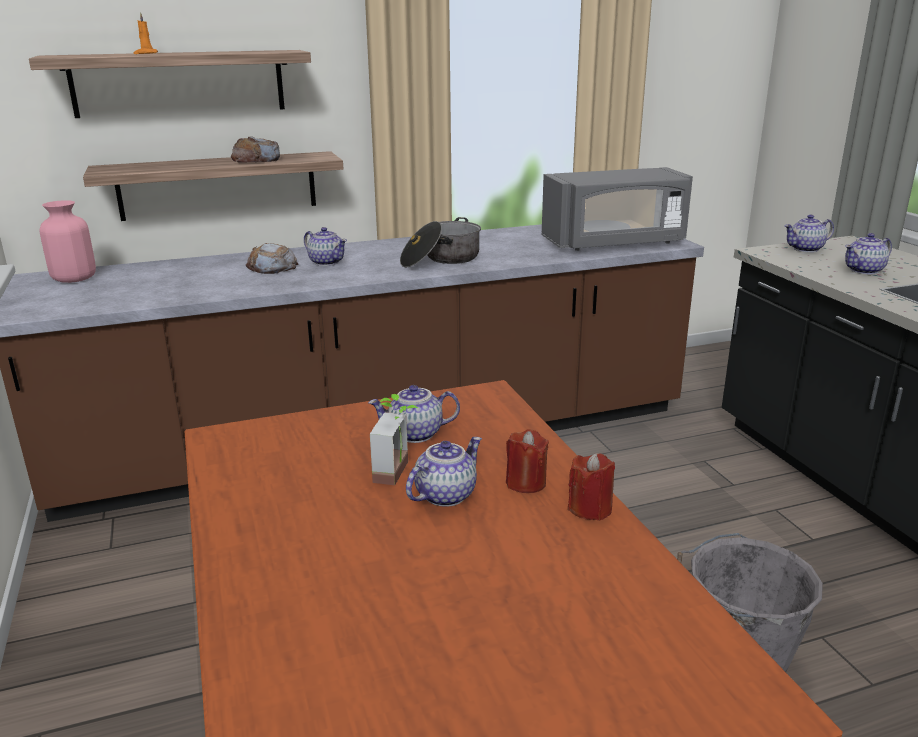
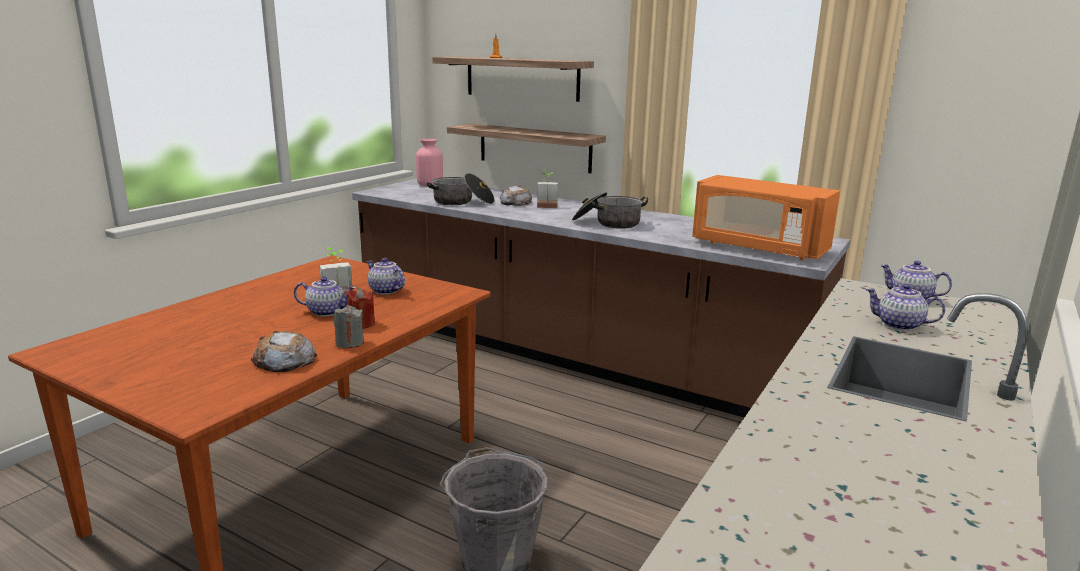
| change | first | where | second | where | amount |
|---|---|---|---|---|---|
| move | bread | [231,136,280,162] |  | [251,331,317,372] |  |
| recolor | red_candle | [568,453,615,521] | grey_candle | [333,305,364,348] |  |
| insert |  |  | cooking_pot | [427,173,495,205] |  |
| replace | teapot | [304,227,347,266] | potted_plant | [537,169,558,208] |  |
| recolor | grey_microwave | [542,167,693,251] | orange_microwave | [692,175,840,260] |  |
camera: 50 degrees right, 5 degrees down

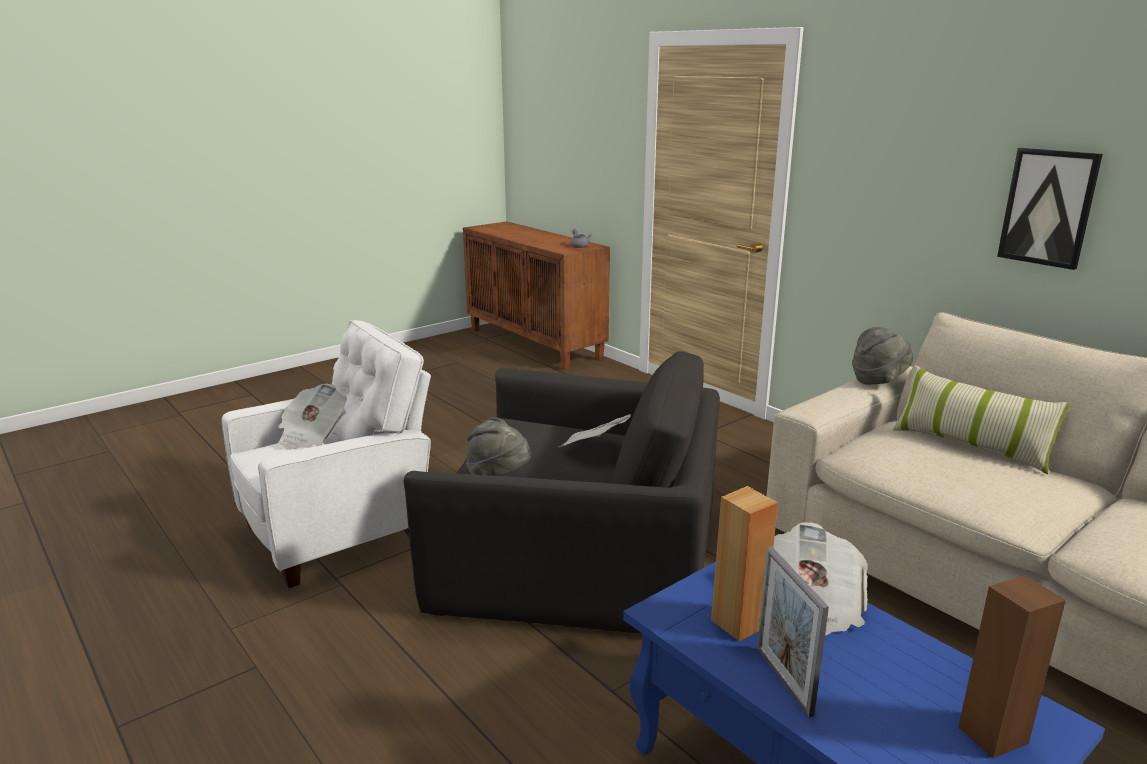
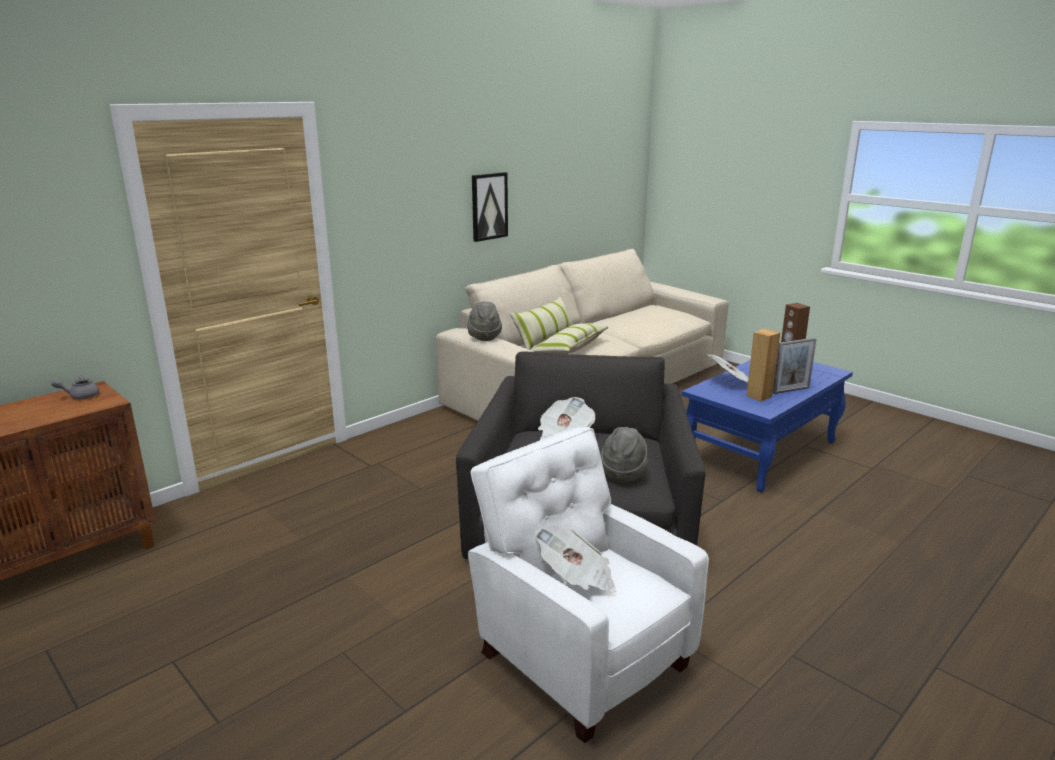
| change | first | where | second | where | amount |
|---|---|---|---|---|---|
| insert |  |  | pillow | [531,323,609,354] |  |
camera: 95 degrees left, 0 degrees up

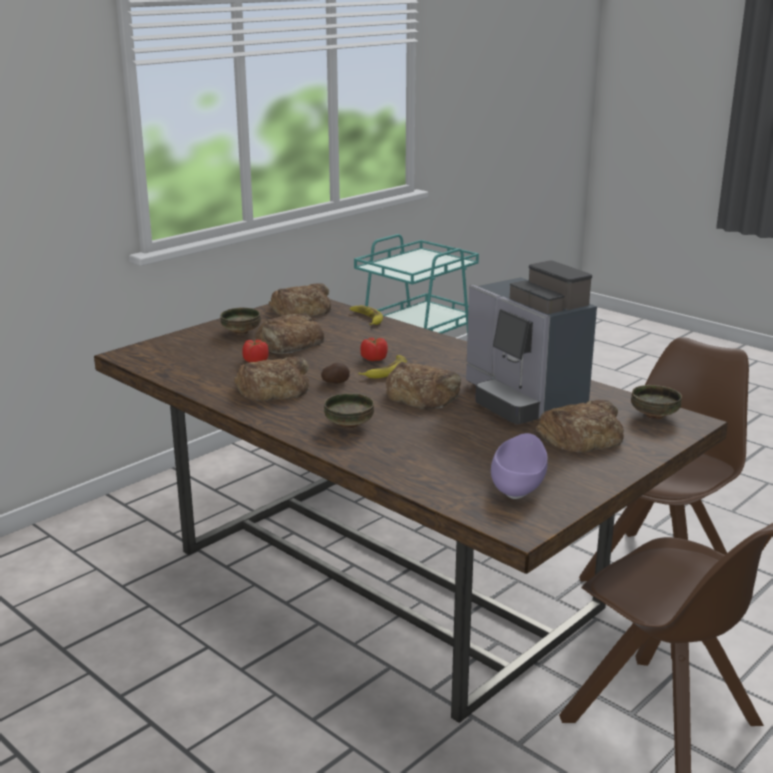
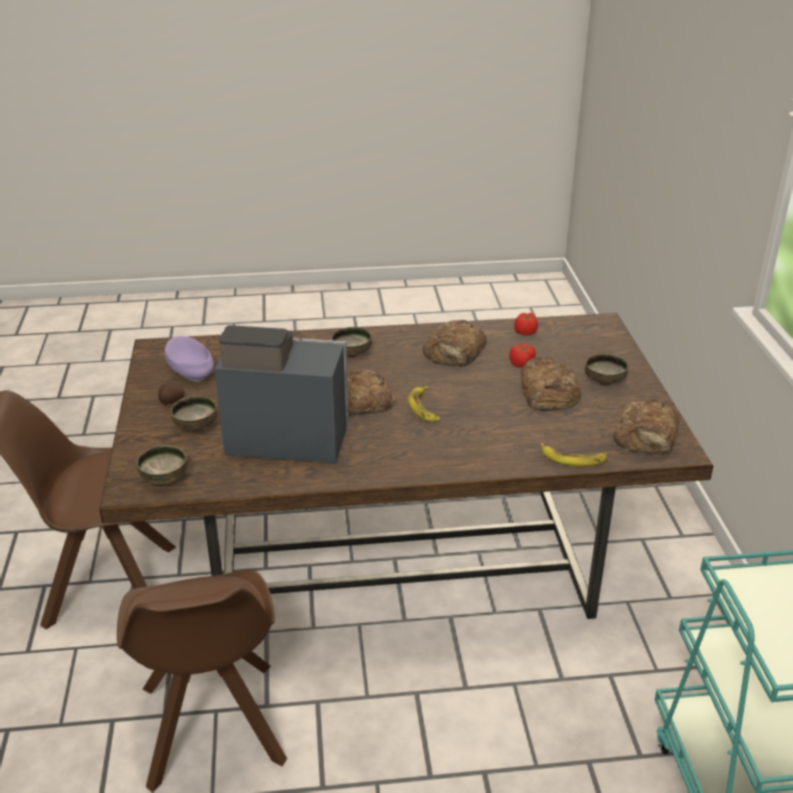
| change | first | where | second | where | amount |
|---|---|---|---|---|---|
| move | potato | [321,363,350,383] |  | [158,383,184,405] |  |
| replace | bread | [536,400,624,453] | bowl | [171,396,217,431] |  |
| move | tomato | [360,337,388,361] |  | [514,313,538,336] |  |
camera: 130 degrees right, 10 degrees up

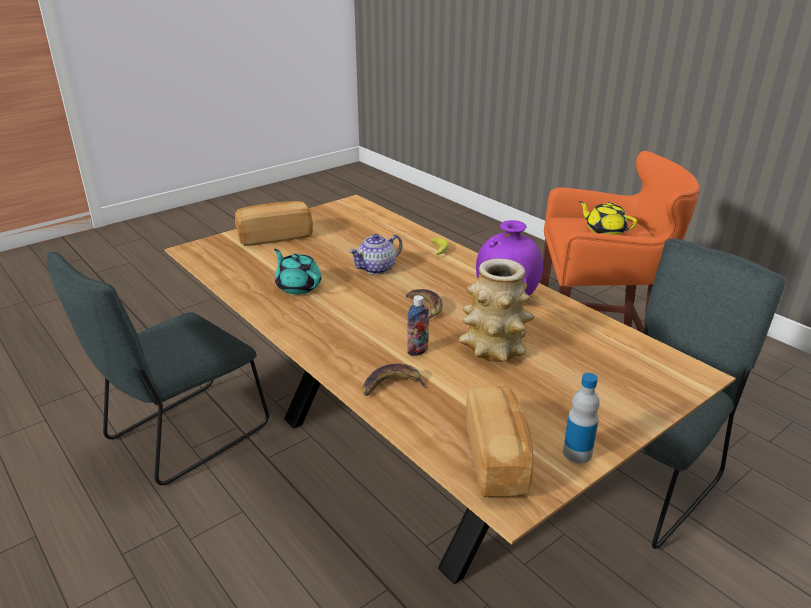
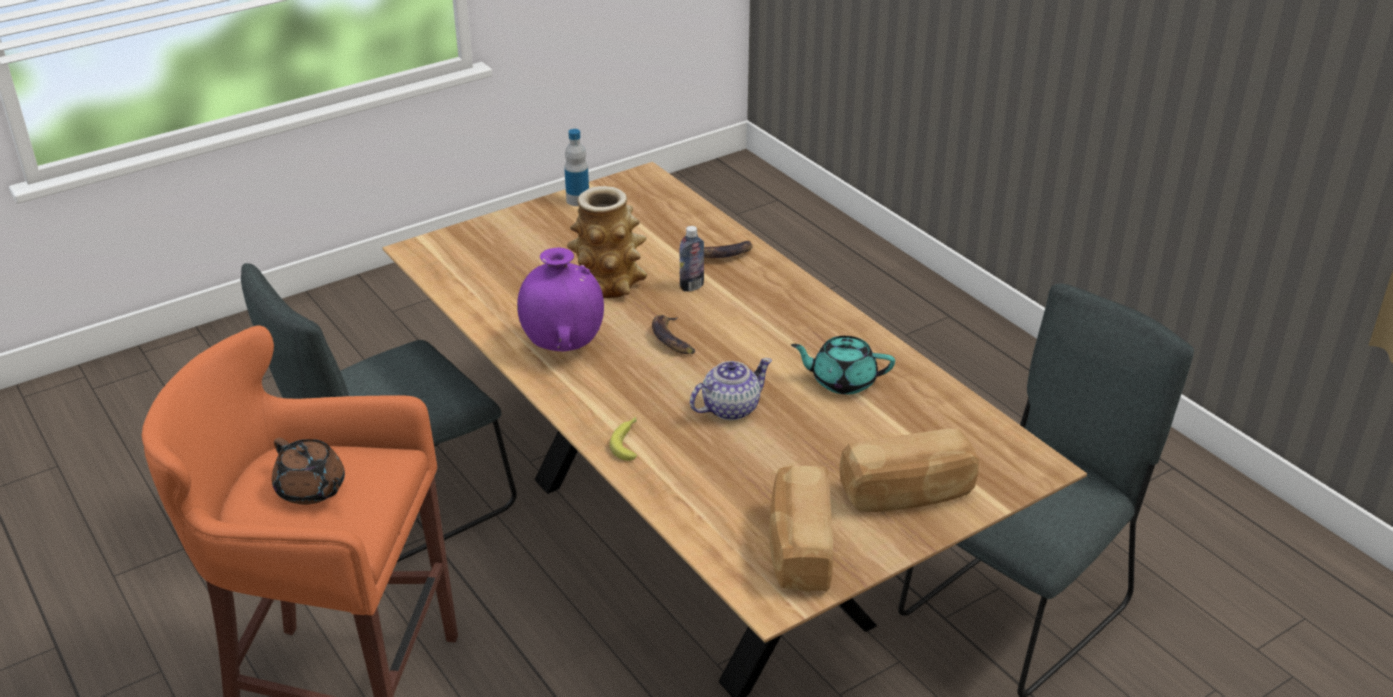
| change | first | where | second | where | amount |
|---|---|---|---|---|---|
| recolor | yellow_teapot | [579,201,637,235] | brown_teapot | [272,438,345,505] |  |
| move | bread | [466,385,533,497] |  | [769,466,833,591] |  |
| rotate | turquoise_teapot | [274,249,321,294] |  | [791,336,895,395] | 135 degrees clockwise |
camera: 175 degrees left, 5 degrees up

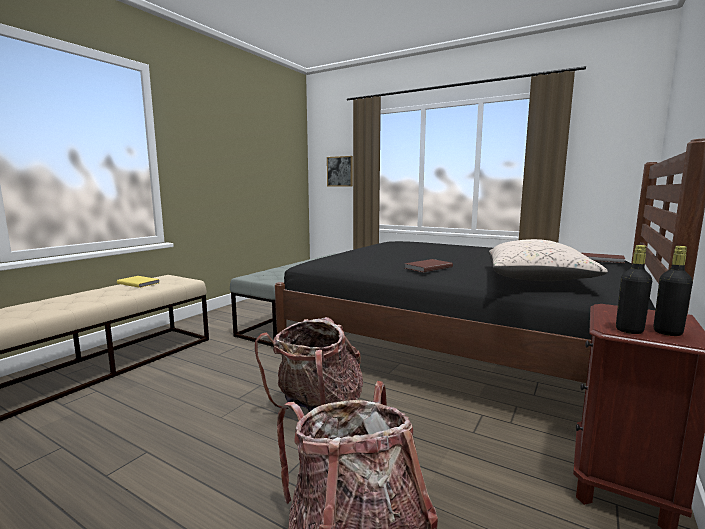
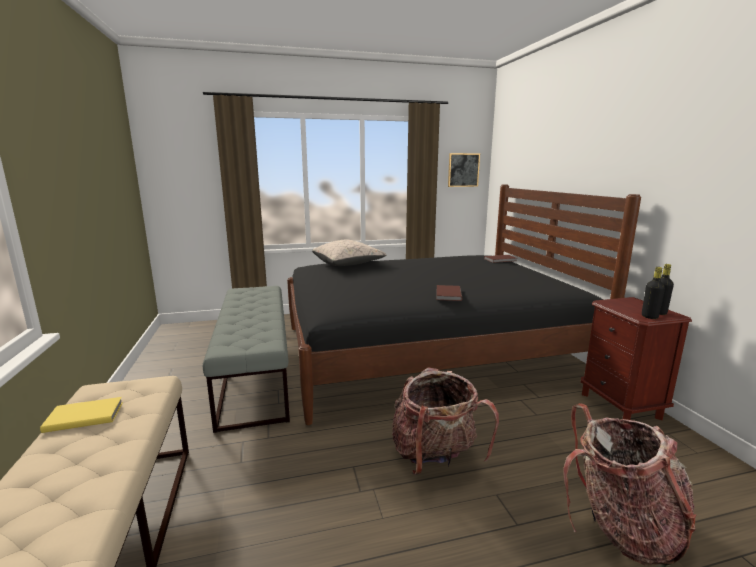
| change | first | where | second | where | amount |
|---|---|---|---|---|---|
| move | beige_pillow | [489,239,608,281] |  | [312,240,386,266] |  |
| move | picture | [327,156,353,187] |  | [448,153,480,187] |  |
camera: 45 degrees left, 5 degrees up

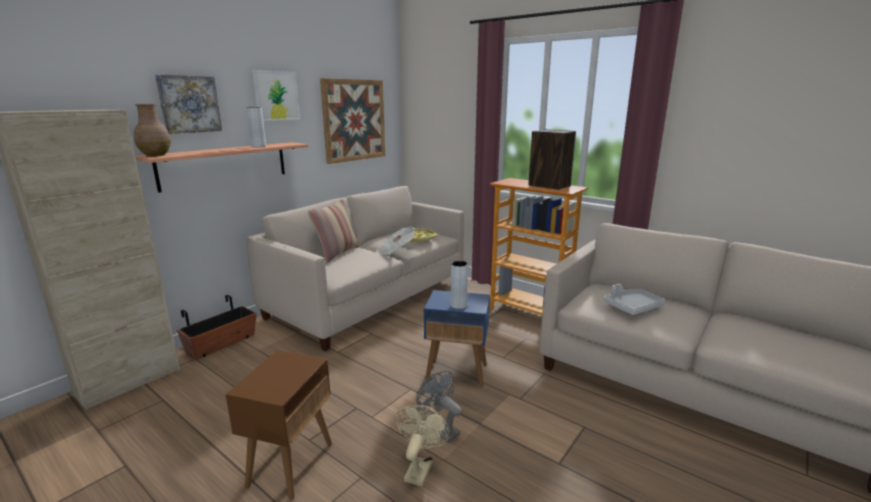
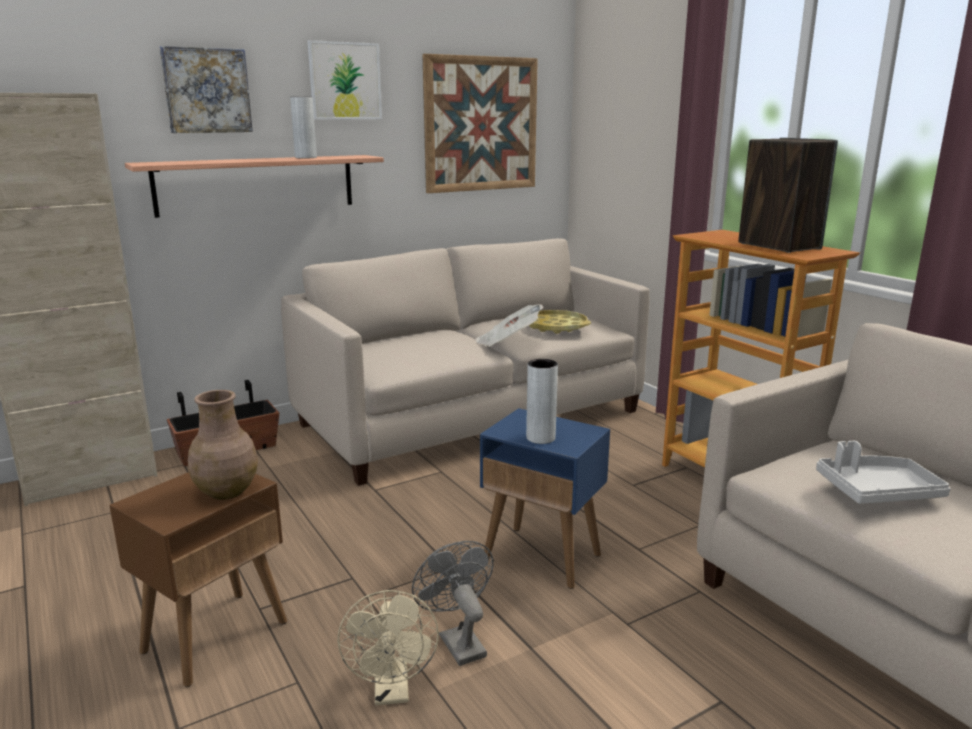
| change | first | where | second | where | amount |
|---|---|---|---|---|---|
| move | brown_vase | [134,104,171,156] |  | [188,390,258,500] |  |
| rotate | beige_fan | [396,405,450,486] |  | [337,590,439,705] | 135 degrees clockwise |
| delete | pillow | [308,199,360,263] |  |  |  |
camera: 20 degrees right, 0 degrees up

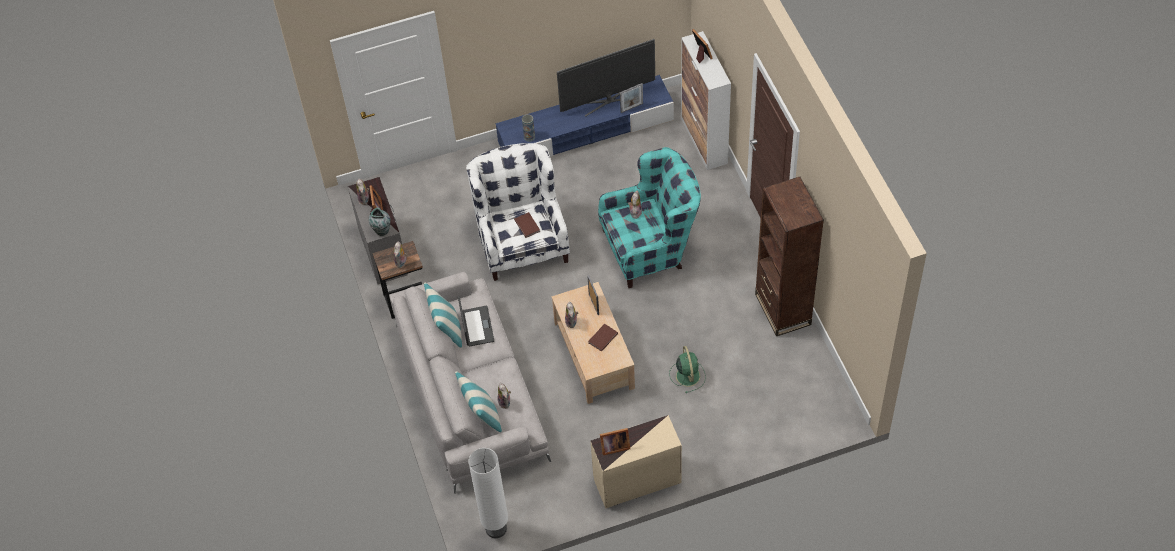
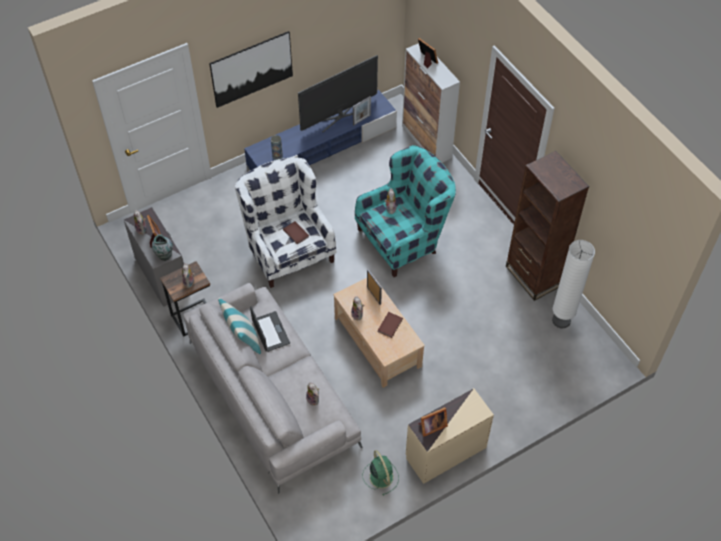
| change | first | where | second | where | amount |
|---|---|---|---|---|---|
| insert |  |  | picture | [209,31,293,108] |  |
| move | green_fan | [669,346,706,393] |  | [362,450,399,496] |  |
| move | white_floor_lamp | [468,448,508,538] |  | [552,240,595,328] |  |
| delete | pillow | [455,371,502,432] |  |  |  |
camera: 15 degrees left, 0 degrees up

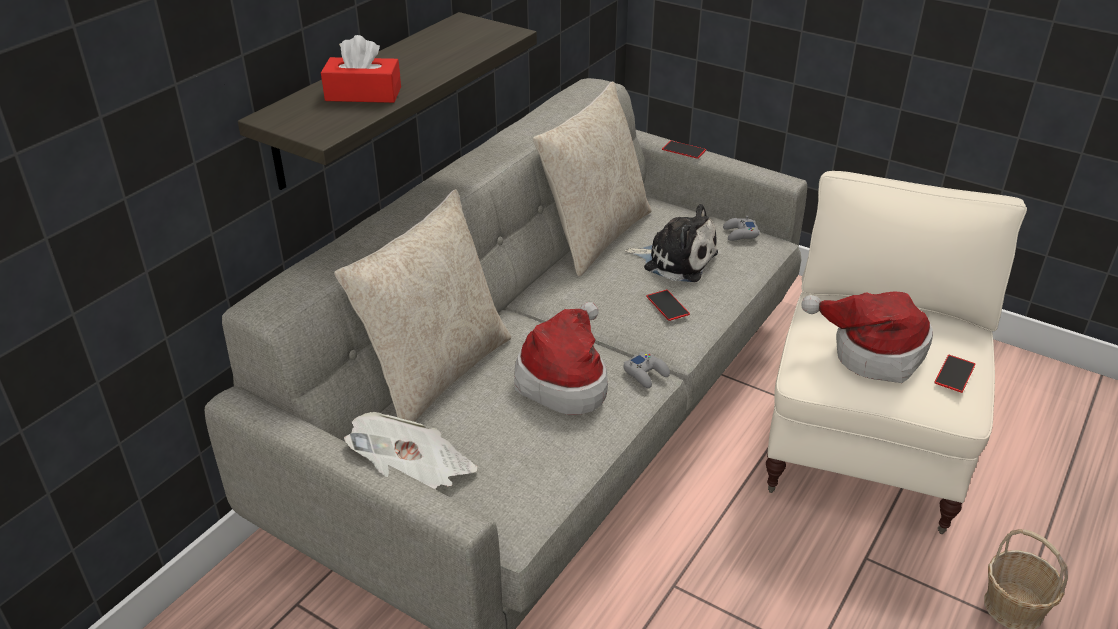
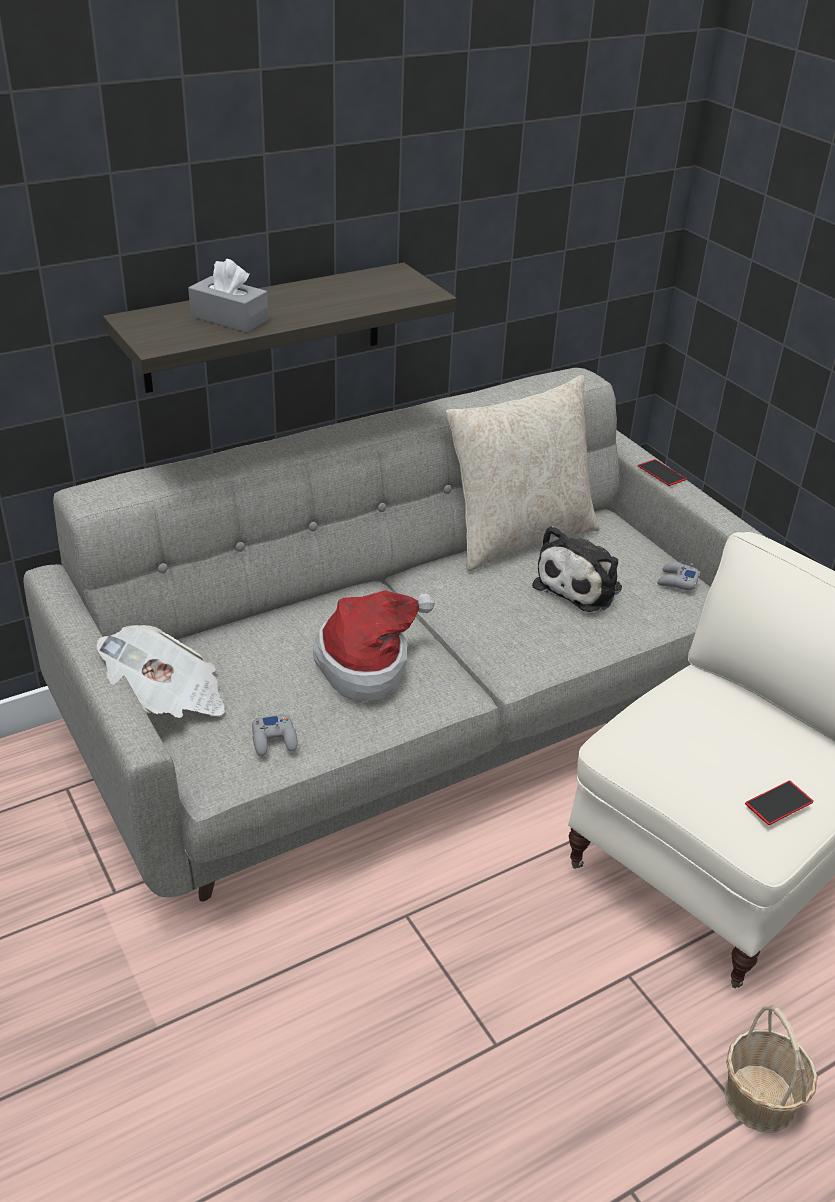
| change | first | where | second | where | amount |
|---|---|---|---|---|---|
| recolor | red_tissue_box | [321,35,401,103] | grey_tissue_box | [188,259,269,333] |  |
| move | grey_game_controller | [623,352,670,388] |  | [252,714,298,756] |  |
| rotate | plush_toy | [625,204,718,282] |  | [532,526,622,612] | 75 degrees clockwise |
| delete | beige_pillow | [334,189,511,422] |  |  |  |
| delete | phone | [646,289,690,321] |  |  |  |
| delete | hat | [802,291,933,383] |  |  |  |
camera: 25 degrees right, 0 degrees up

